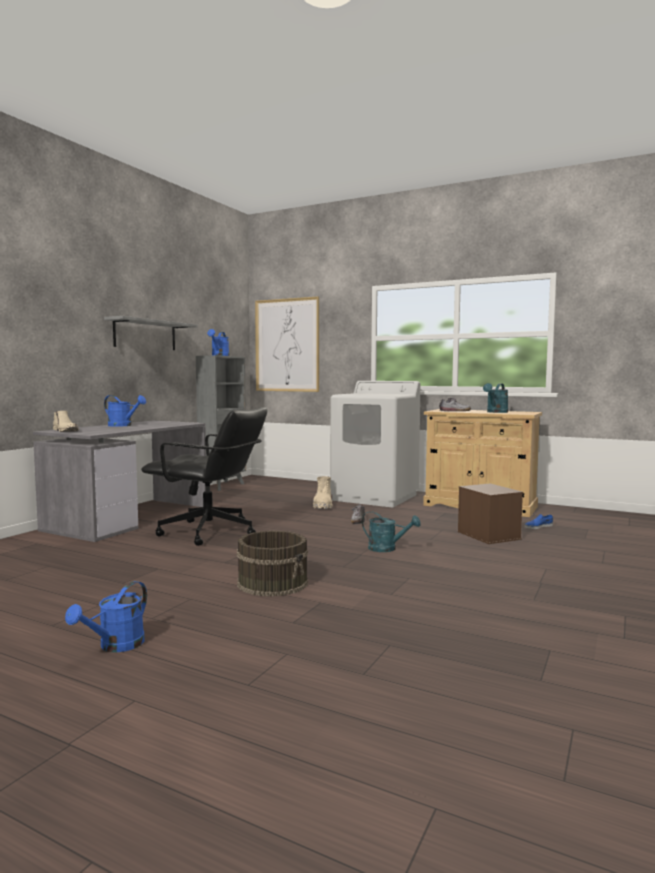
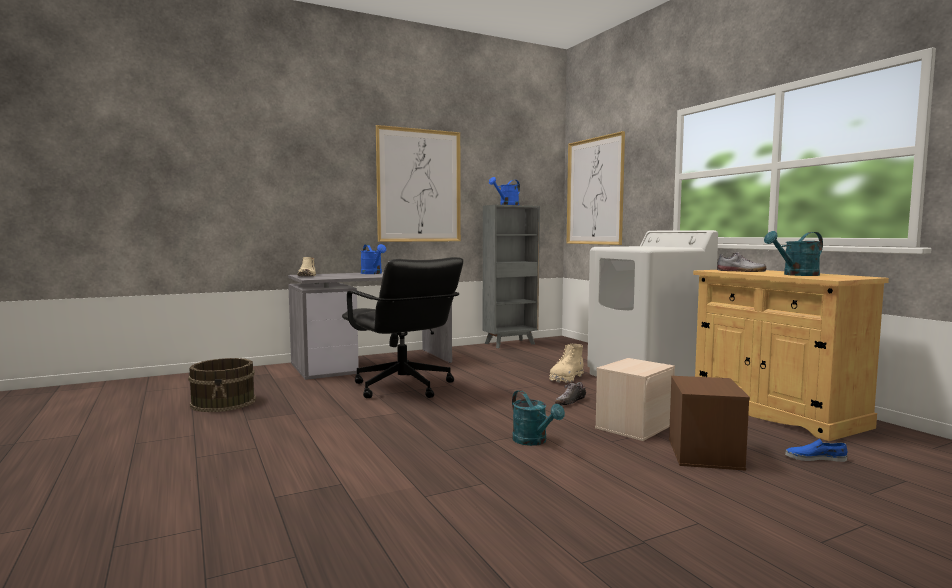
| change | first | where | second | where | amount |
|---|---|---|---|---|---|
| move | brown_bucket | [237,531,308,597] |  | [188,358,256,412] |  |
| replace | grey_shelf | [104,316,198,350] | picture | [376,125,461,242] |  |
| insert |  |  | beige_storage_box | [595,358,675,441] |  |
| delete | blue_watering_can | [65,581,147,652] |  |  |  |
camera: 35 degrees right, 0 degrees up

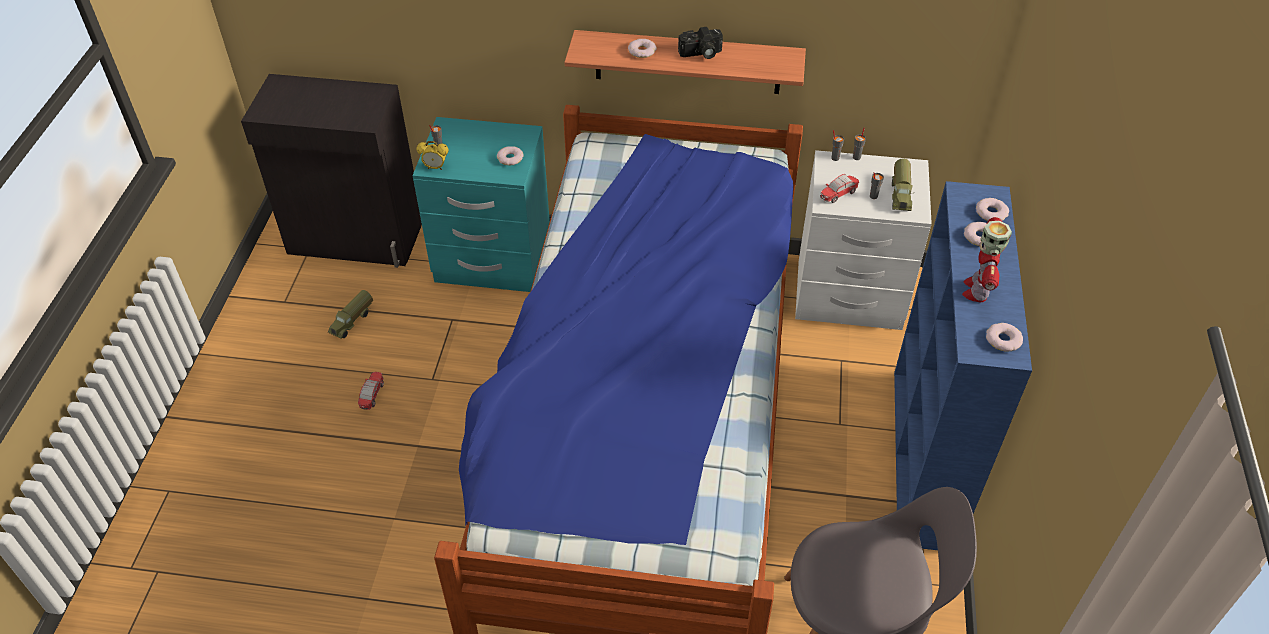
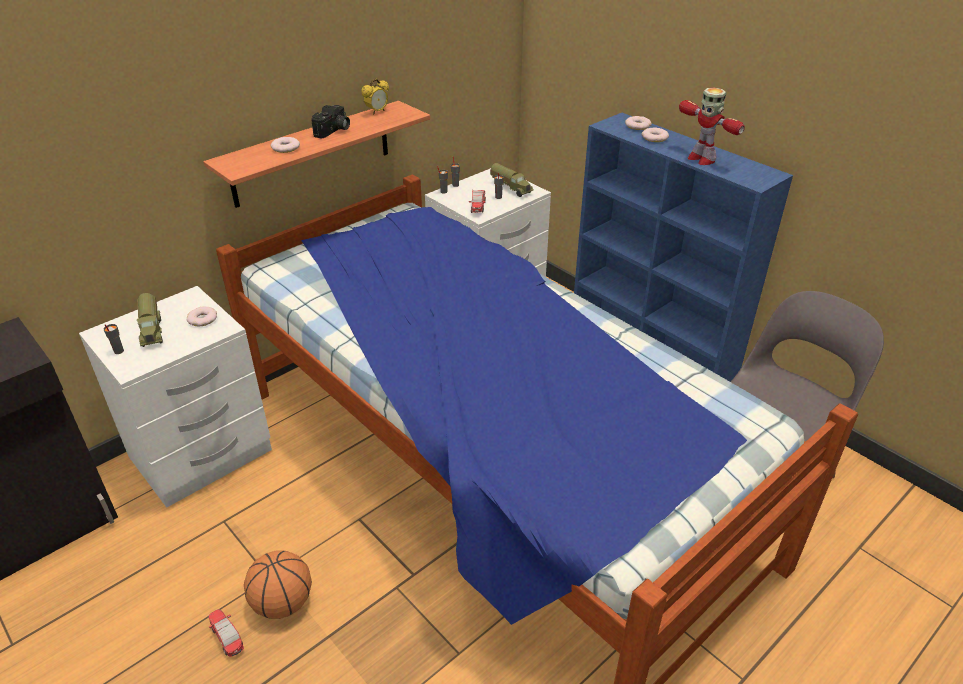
| change | first | where | second | where | amount |
|---|---|---|---|---|---|
| recolor | turquoise_nightstand | [412,117,550,292] | white_nightstand | [79,286,272,508] |  |
| move | toy_truck | [328,290,373,339] |  | [137,293,163,347] |  |
| insert |  |  | basketball | [244,550,312,619] |  |
| move | alarm_clock | [416,141,449,170] |  | [361,79,389,115] |  |
| delete | donut | [986,323,1023,352] |  |  |  |
camera: 50 degrees left, 10 degrees down

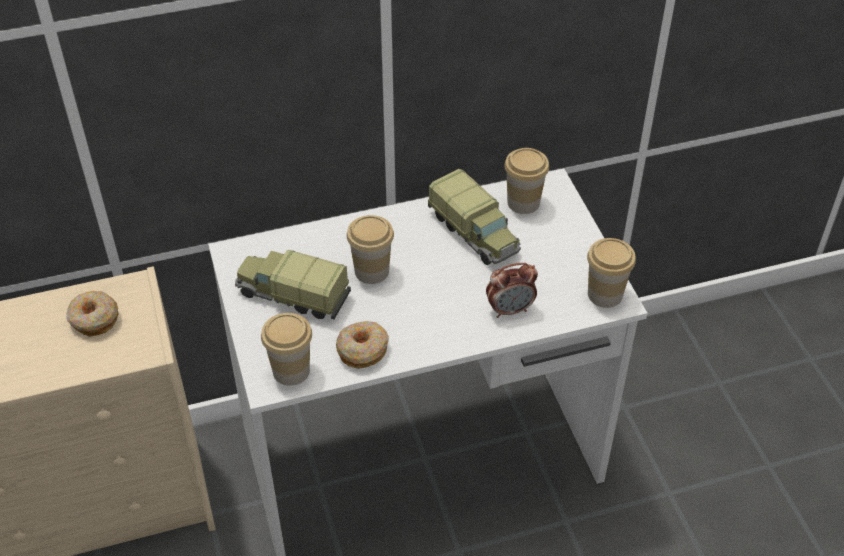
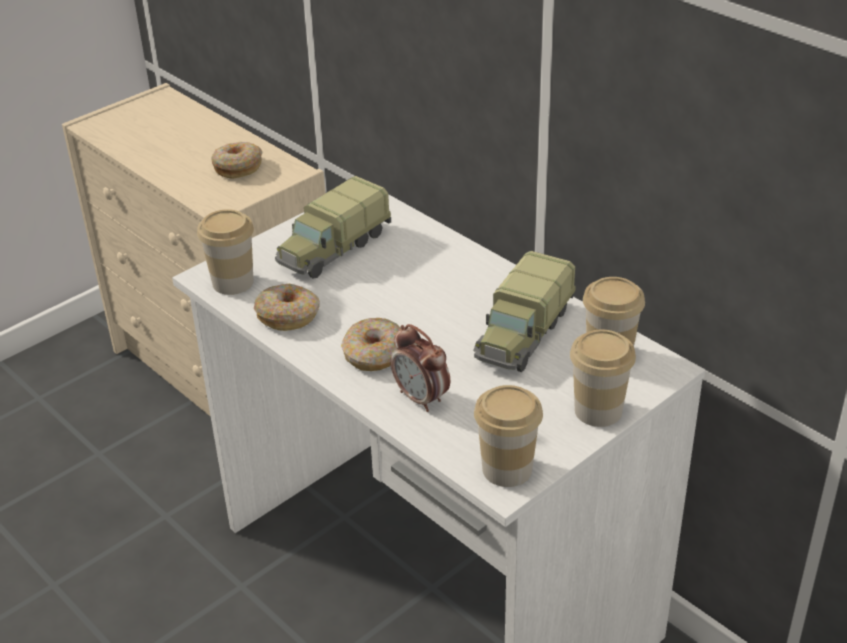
| change | first | where | second | where | amount |
|---|---|---|---|---|---|
| rotate | toy_truck | [235,250,351,319] |  | [275,176,391,278] | 135 degrees counterclockwise |
| insert |  |  | donut | [341,318,401,371] |  |
| move | cup | [347,215,394,284] |  | [570,329,636,427] |  |
camera: 65 degrees right, 10 degrees down

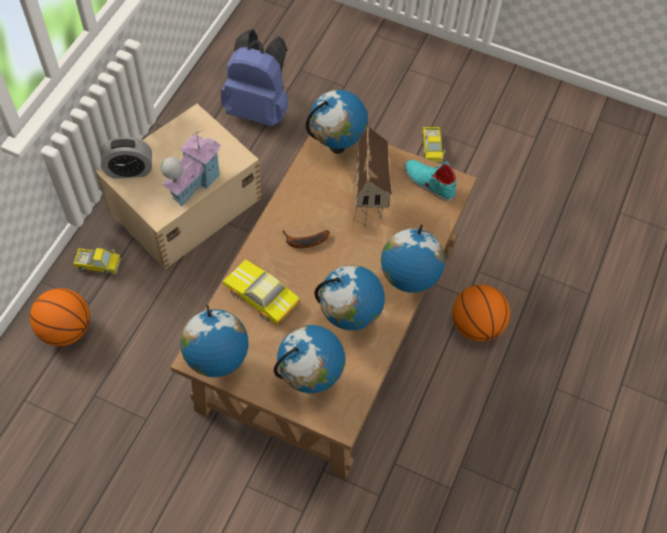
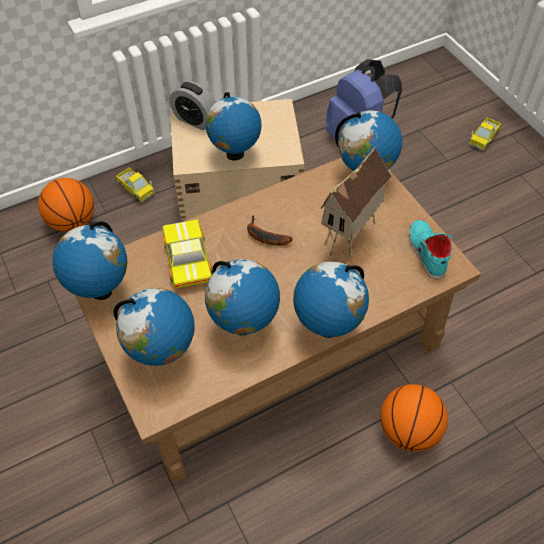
| change | first | where | second | where | amount |
|---|---|---|---|---|---|
| replace | toy_house | [160,129,221,207] | globe | [205,92,261,160] |  |
| move | toy_truck | [422,127,445,163] |  | [469,118,502,151] |  |
camera: 40 degrees right, 5 degrees down

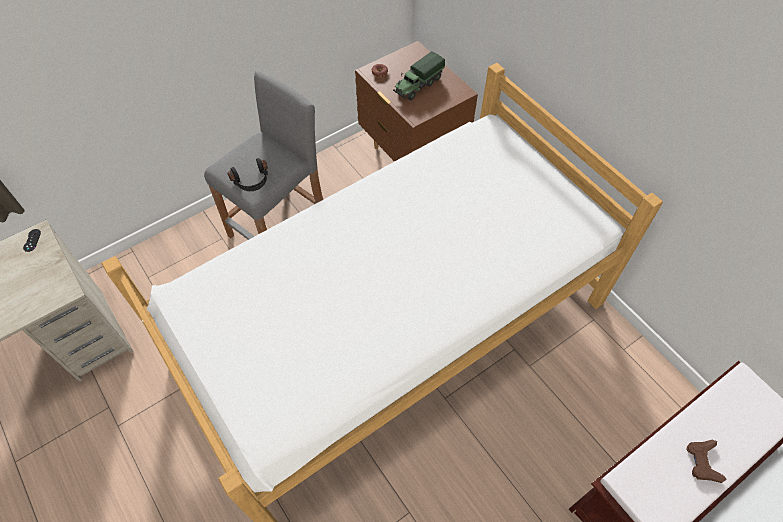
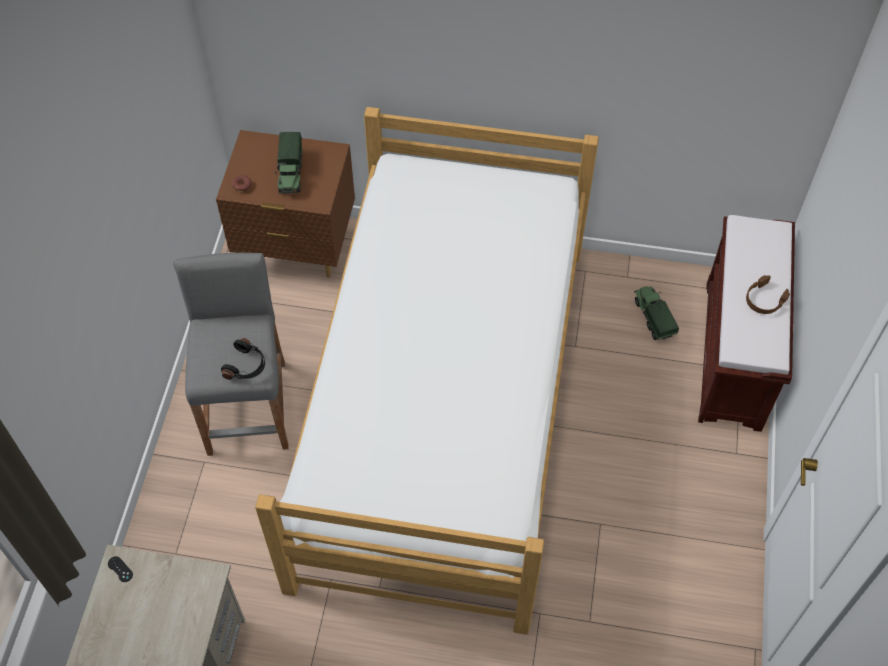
| change | first | where | second | where | amount |
|---|---|---|---|---|---|
| insert |  |  | toy_truck | [634,286,679,340] |  |
| replace | brown_game_controller | [686,440,727,483] | brown_headphones | [746,275,790,314] |  |
camera: 45 degrees left, 0 degrees up

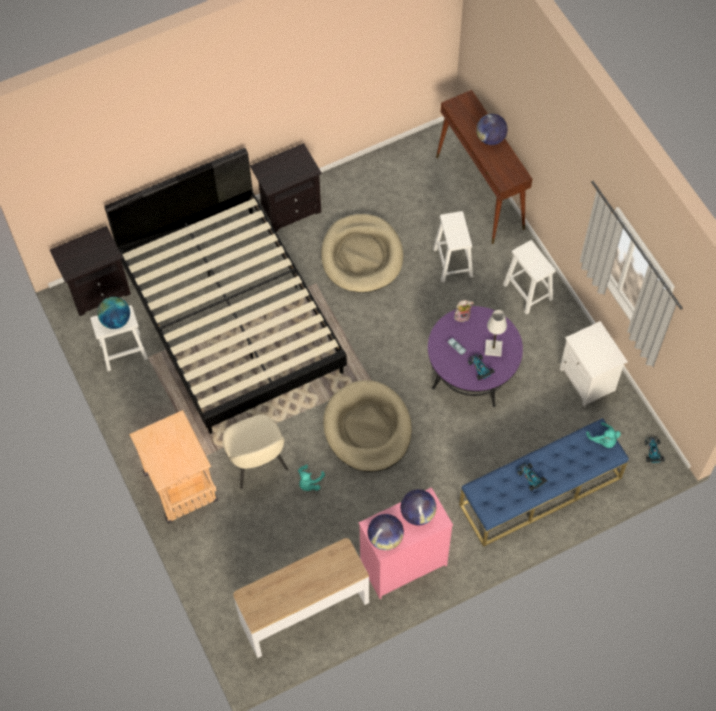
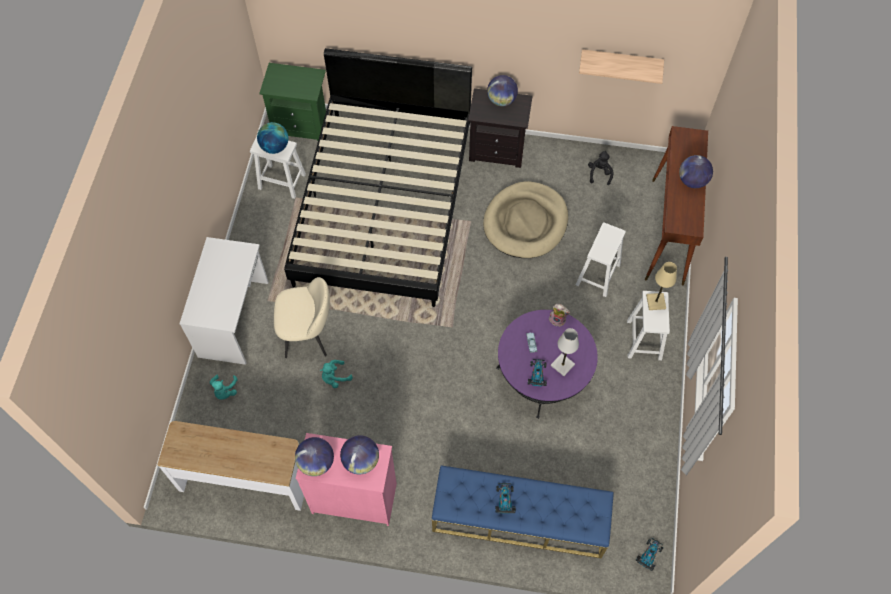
| change | first | where | second | where | amount |
|---|---|---|---|---|---|
| replace | beige_cart | [129,410,218,523] | white_desk | [179,237,269,365] |  |
| move | turquoise_plush_toy | [586,422,621,448] |  | [210,374,238,400] |  |
| recolor | black_nightstand | [50,226,131,316] | green_nightstand | [259,63,326,141] |  |
| rotate | beige_chair | [222,415,288,489] |  | [274,277,330,358] | 105 degrees counterclockwise |
| insert |  |  | globe | [487,75,518,106] |  |
| insert |  |  | shelf | [579,49,664,84] |  |
| insert |  |  | black_plush_toy | [588,151,614,185] |  |
| insert |  |  | beige_table_lamp | [646,262,677,310] |  |
| delete | beige_dog_bed | [323,380,412,472] |  |  |  |
| delete | white_nightstand | [560,321,628,407] |  |  |  |
camera: 35 degrees right, 0 degrees up

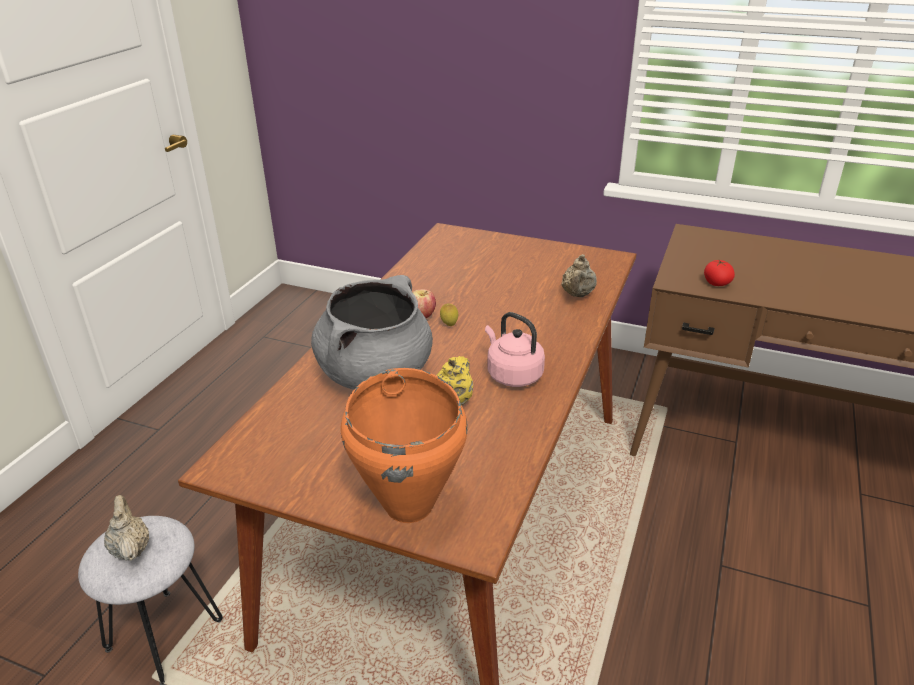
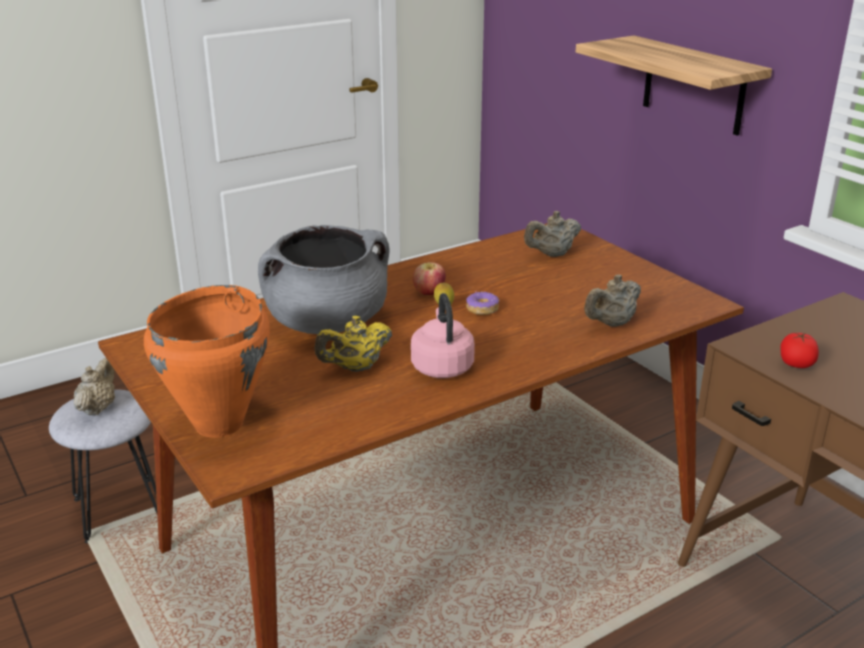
| change | first | where | second | where | amount |
|---|---|---|---|---|---|
| insert |  |  | donut | [466,291,499,315] |  |
| insert |  |  | beige_teapot | [524,211,581,257] |  |
| insert |  |  | shelf | [576,35,772,136] |  |
camera: 35 degrees right, 5 degrees down

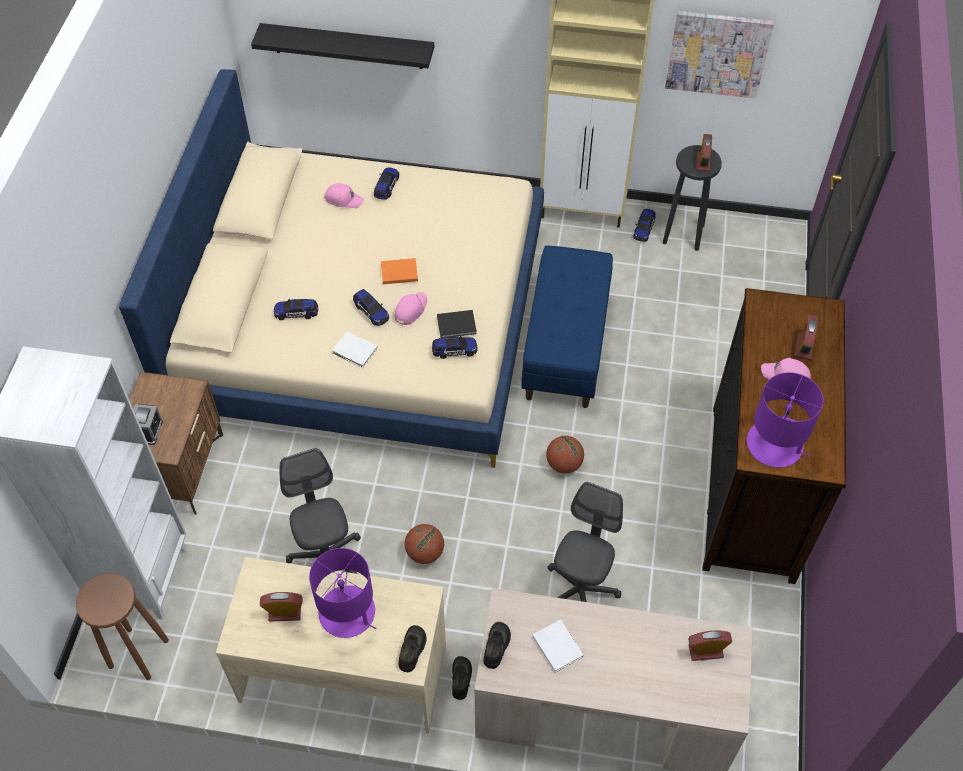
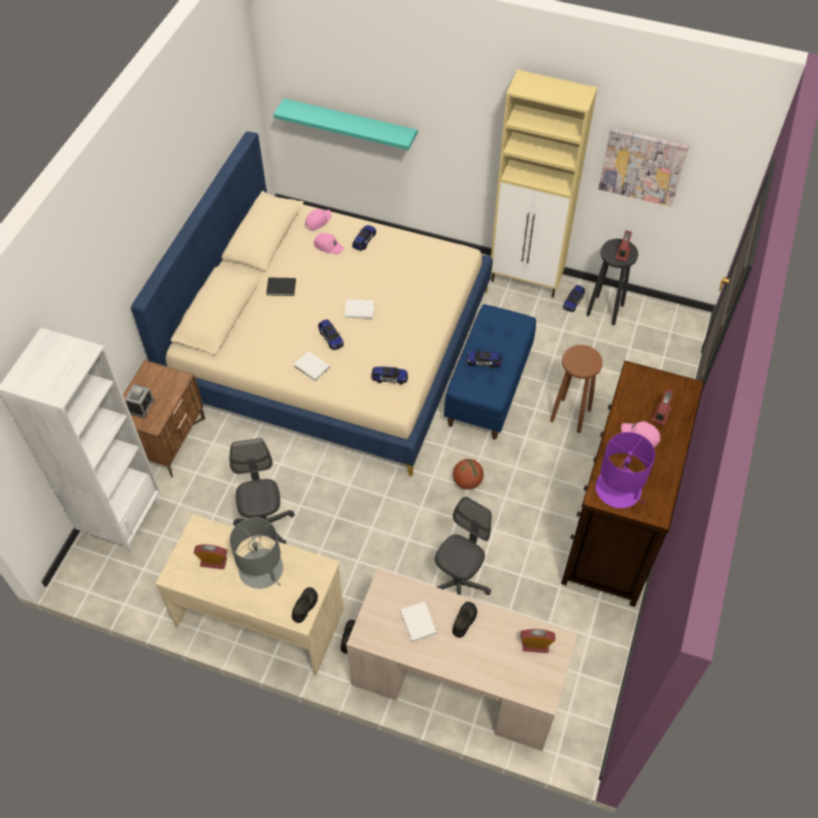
| change | first | where | second | where | amount |
|---|---|---|---|---|---|
| recolor | purple_table_lamp | [309,548,377,638] | grey_table_lamp | [230,517,283,589] |  |
| move | black_book | [437,310,477,338] |  | [266,277,296,296] |  |
| recolor | black_shelf | [251,23,434,69] | turquoise_shelf | [273,98,417,150] |  |
| move | pink_cap | [394,292,427,325] |  | [305,209,332,231] |  |
| recolor | orange_book | [381,258,418,284] | white_book | [345,299,374,319] |  |
| move | black_shoe | [484,622,511,669] |  | [452,602,477,638] |  |
| move | toy_car | [274,299,318,320] |  | [466,350,501,368] |  |
| move | brown_stool | [76,573,169,680] |  | [550,345,603,433] |  |
| delete | basketball | [405,524,444,564] |  |  |  |
camera: 10 degrees right, 0 degrees up

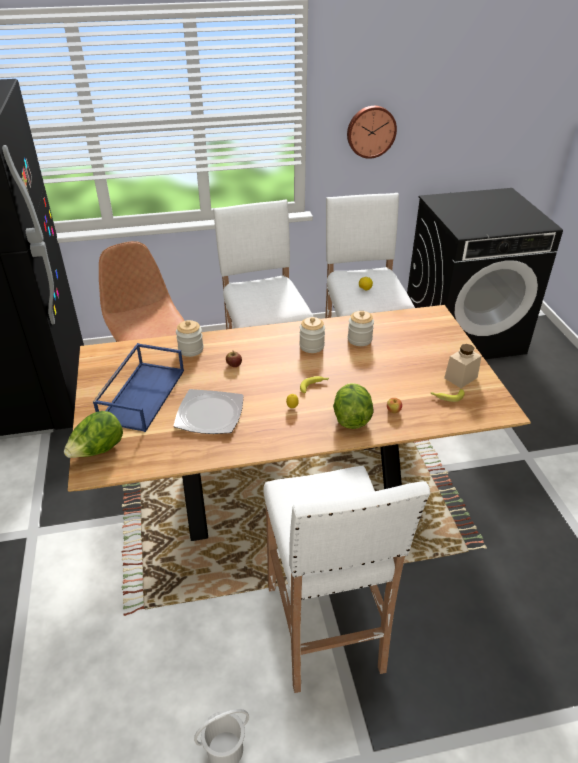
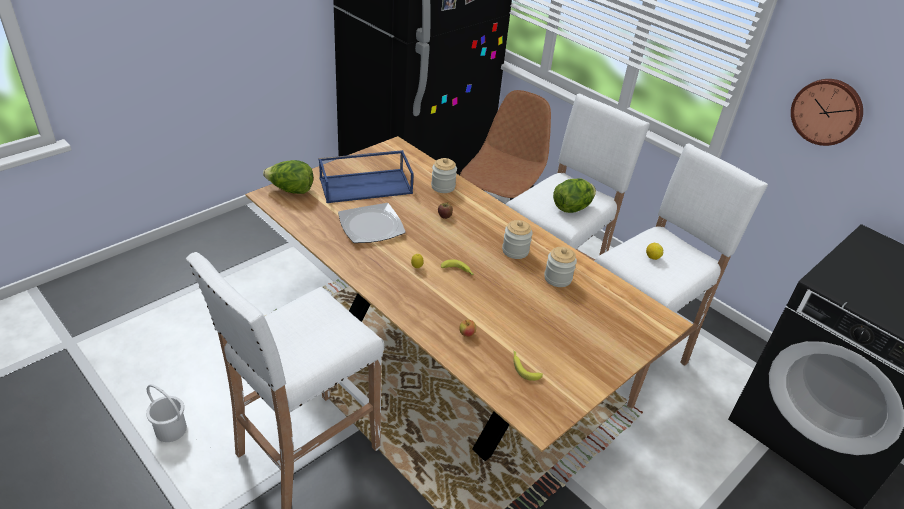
| change | first | where | second | where | amount |
|---|---|---|---|---|---|
| move | lettuce | [333,383,373,429] |  | [553,178,596,213] |  |
| delete | beige_jar | [444,344,481,388] |  |  |  |
camera: 55 degrees right, 0 degrees up

